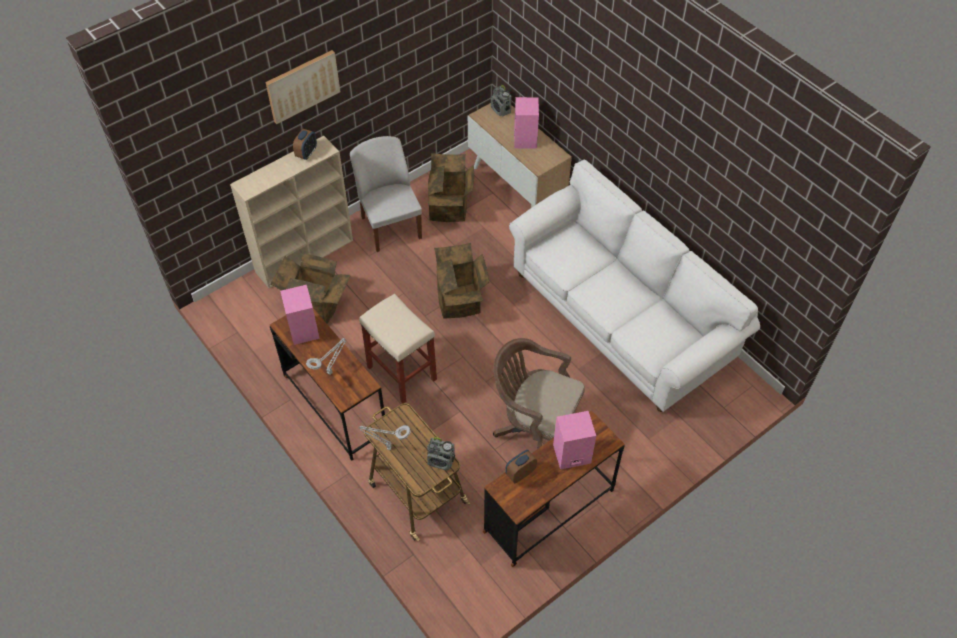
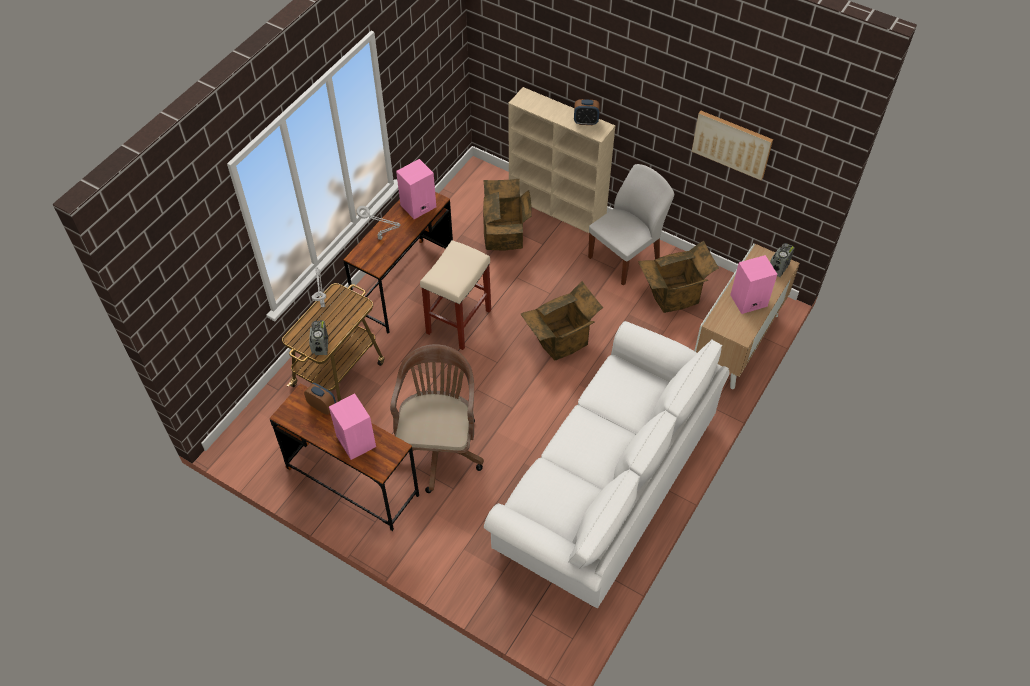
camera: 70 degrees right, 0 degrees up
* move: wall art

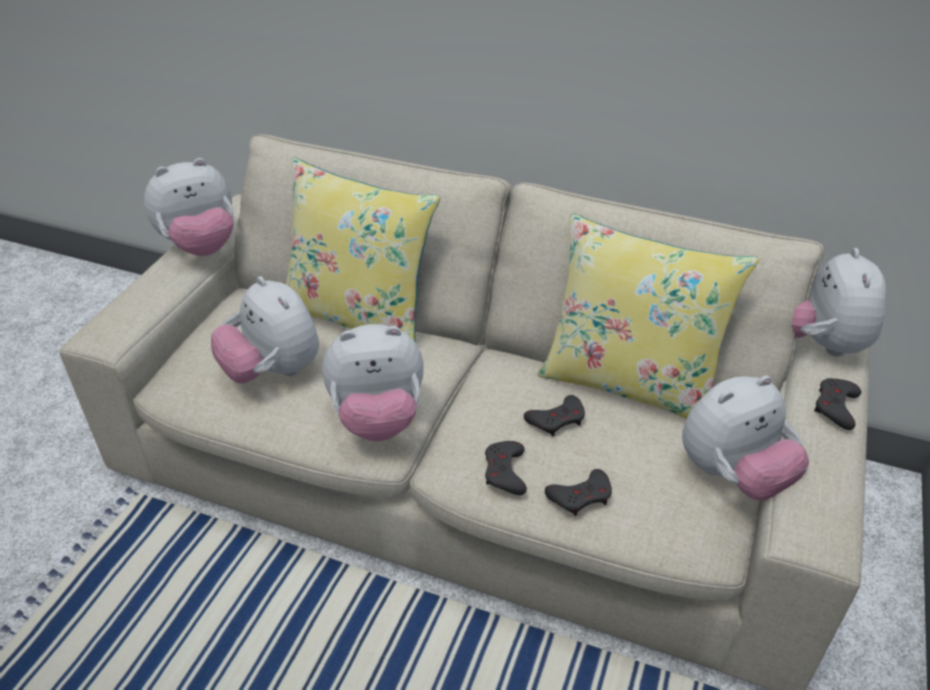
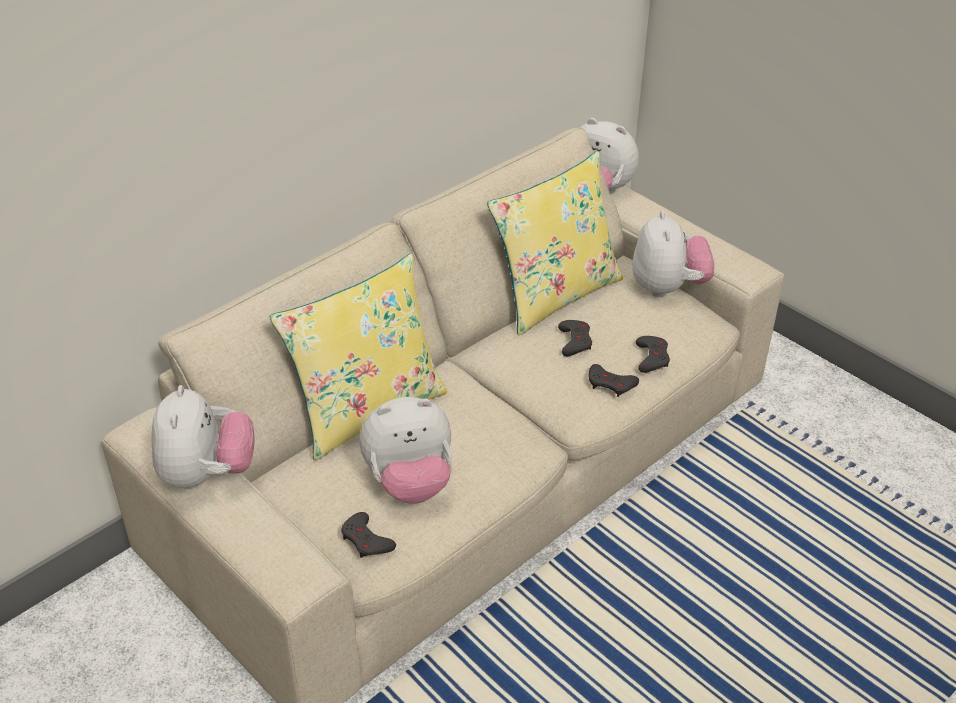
camera: 65 degrees left, 0 degrees up
* delete: plush toy (3rd from left)
* move: greyish joypad (4th from left in the first image) to greyish joypad (1st from left)

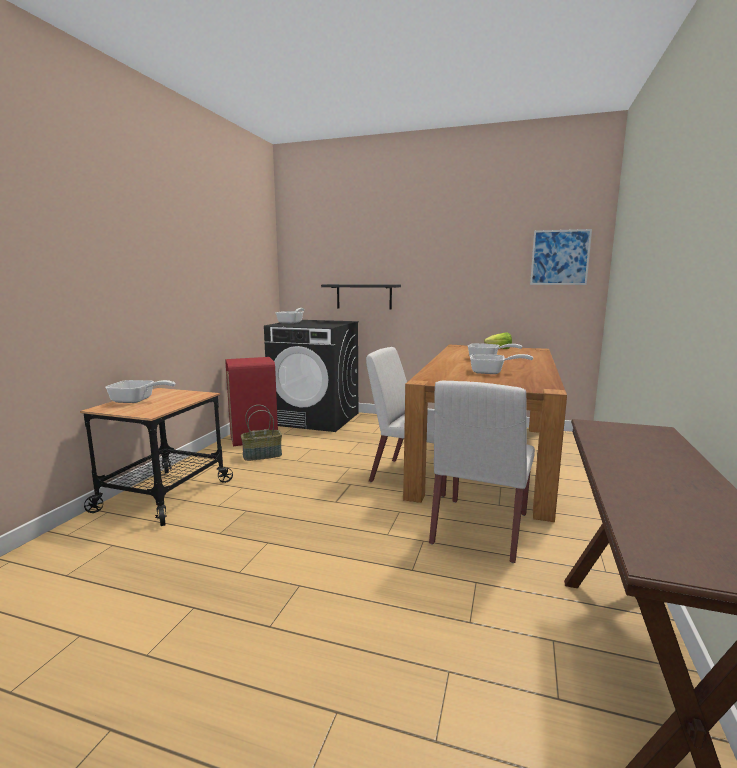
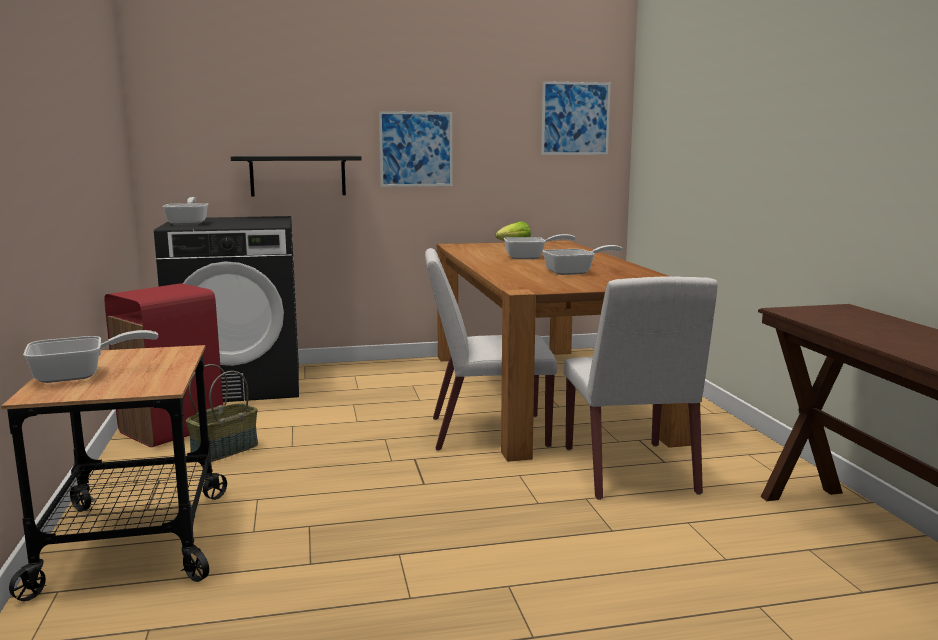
camera: 30 degrees left, 0 degrees up
* insert: wall art (1st from left)

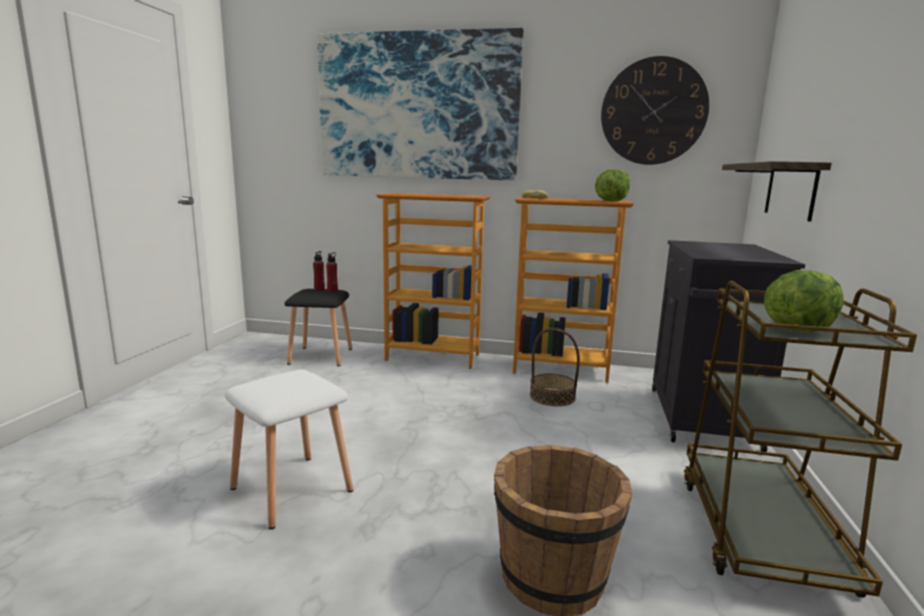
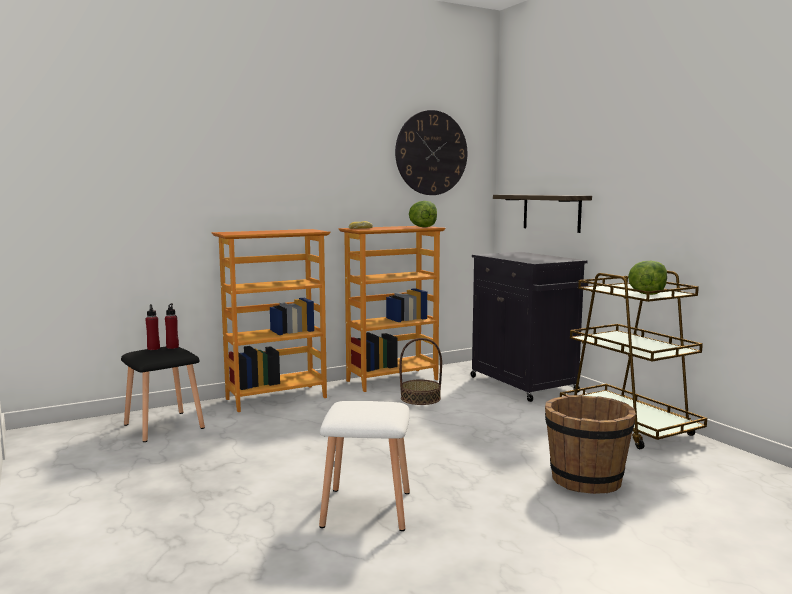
camera: 40 degrees left, 5 degrees down
* delete: wall art

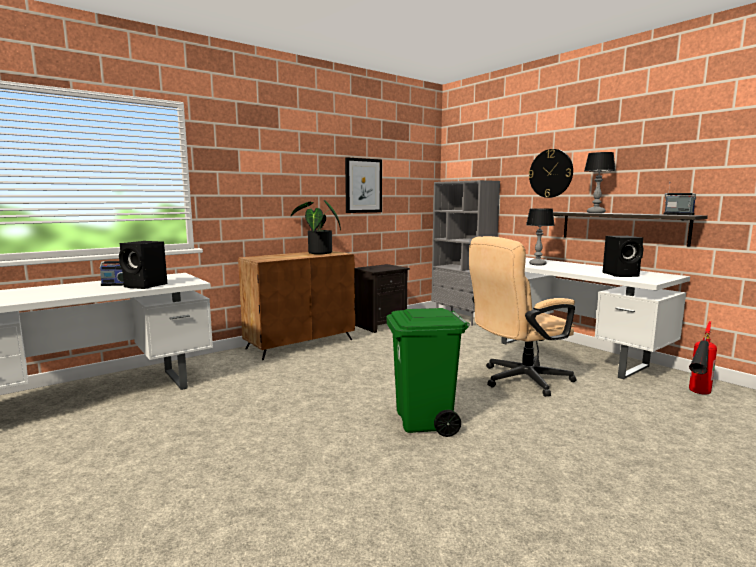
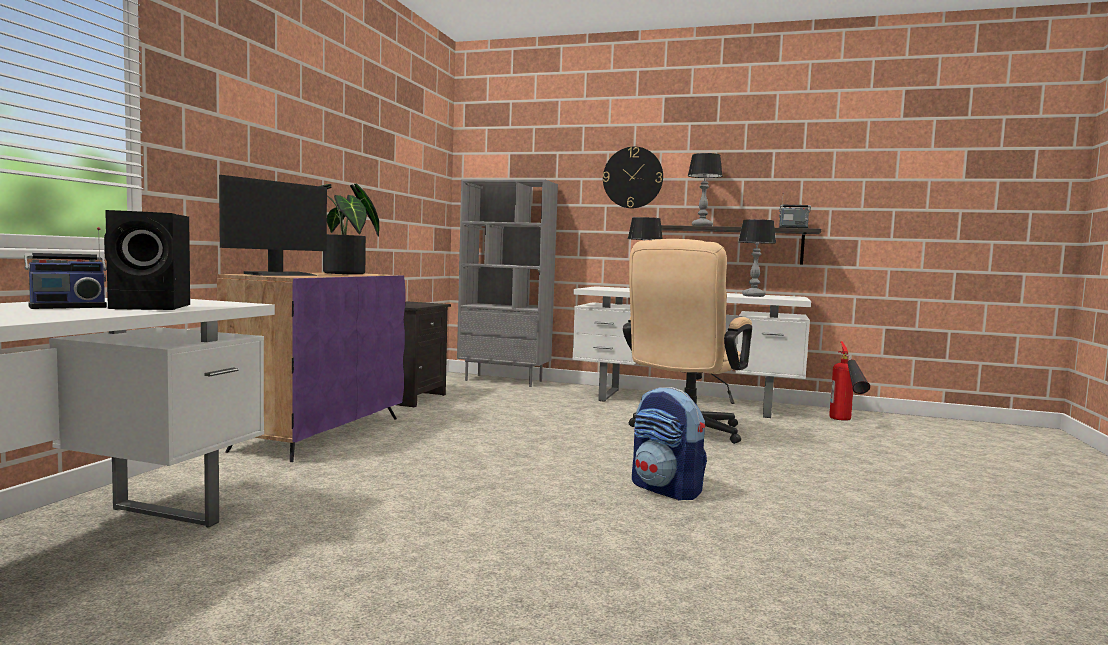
camera: 35 degrees left, 5 degrees down
* delete: wall art
* insert: computer display
* replace: greenish rubbish bin to rucksack
* replace: black-coloured speaker (2nd from left) to lamp for a table (3rd from left)
* recolor: brownish cupboard to purplish cupboard

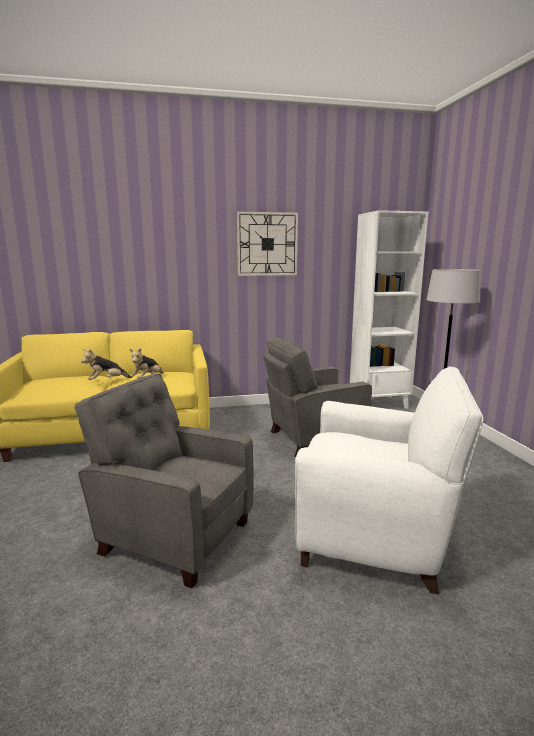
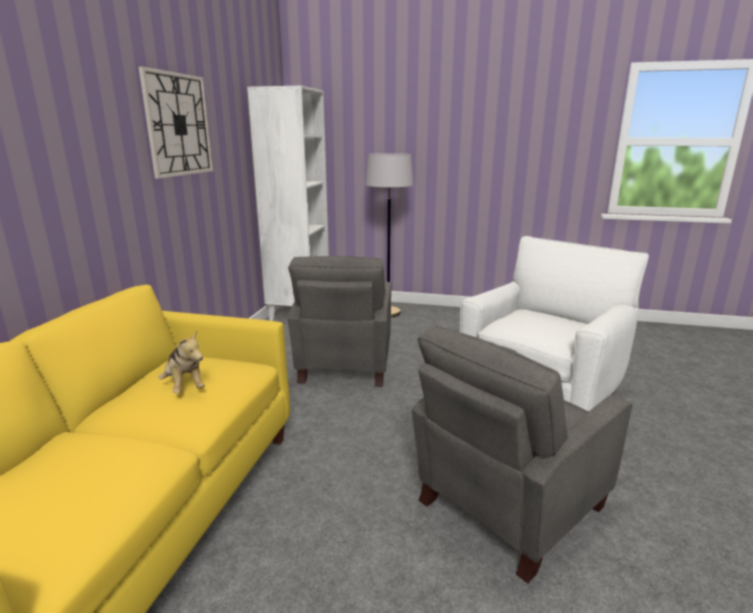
camera: 65 degrees left, 5 degrees up
* delete: plush toy (1st from left)

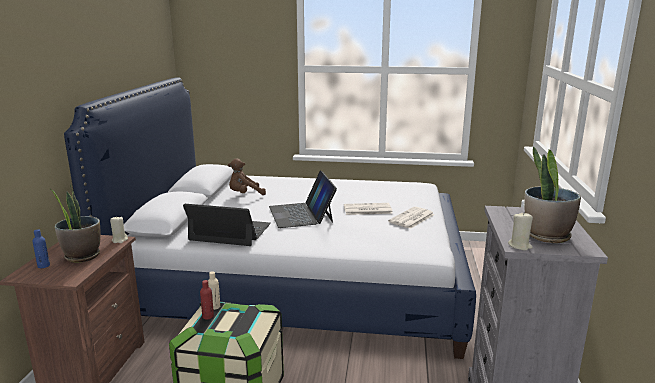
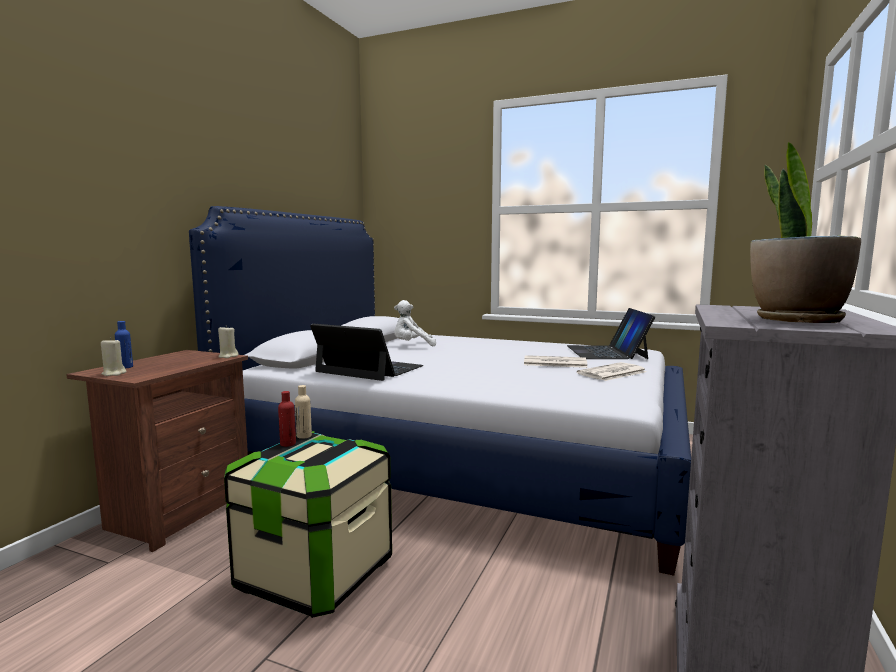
camera: 15 degrees right, 10 degrees down
* delete: houseplant (1st from left)
* move: notebook computer (2nd from left)
* move: sand-coloured candle (2nd from left in the first image) to sand-coloured candle (1st from left)
* recolor: brownish plush toy to white plush toy

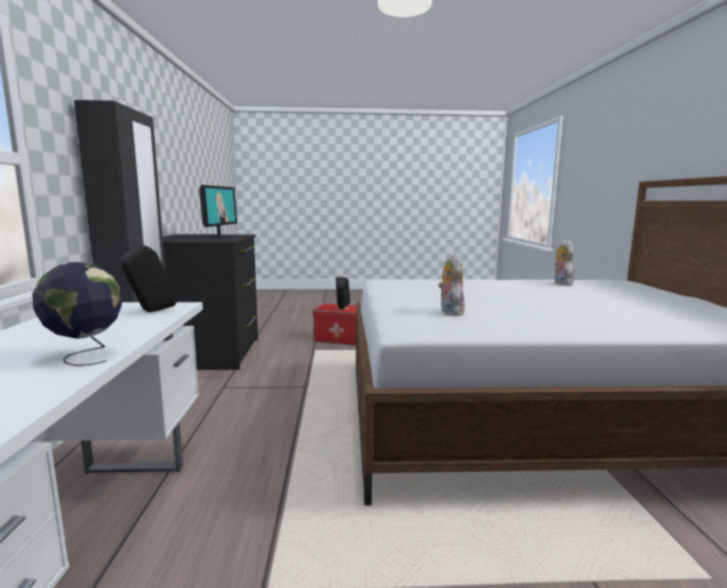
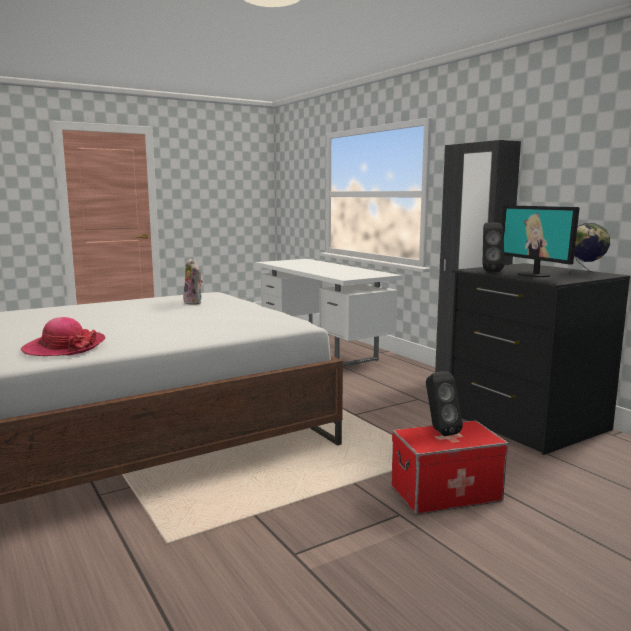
camera: 150 degrees right, 0 degrees up
* move: desk globe
* move: black-coloured speaker (1st from left in the first image) to black-coloured speaker (2nd from left)
* replace: plush toy (2nd from left) to wearable hat

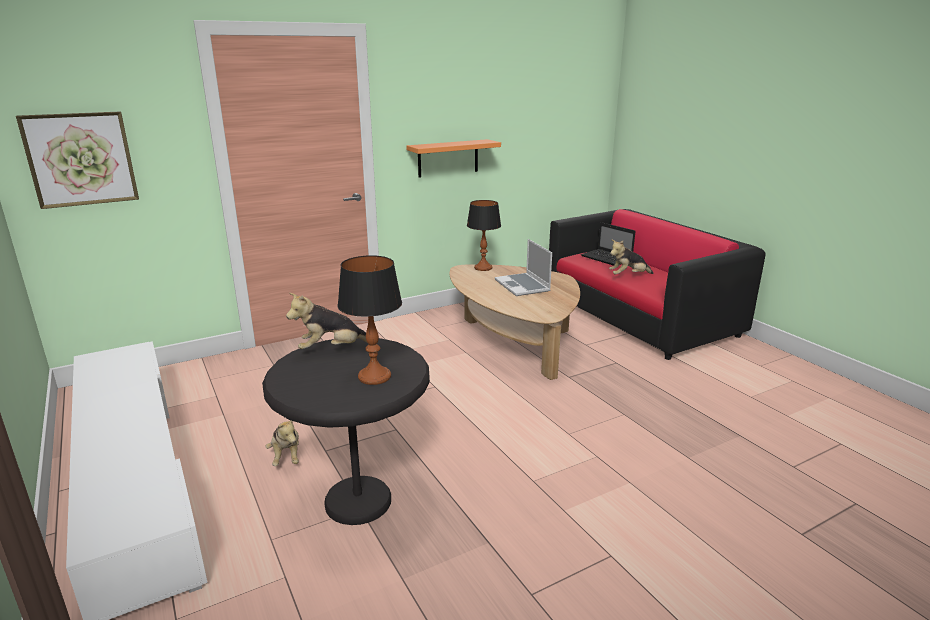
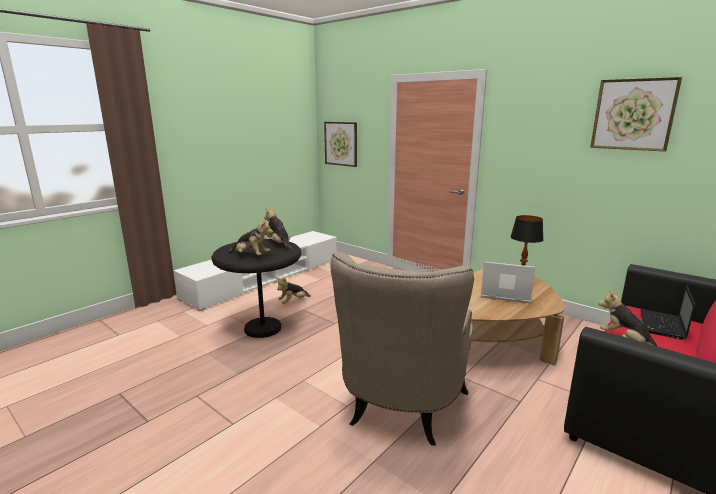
camera: 70 degrees right, 5 degrees down
* delete: orange-coloured shelf
* insert: sand-coloured easy chair
* insert: wall art (2nd from left)
* replace: lamp for a table (1st from left) to plush toy (1st from left)
* rotate: notebook computer (1st from left) 60 degrees clockwise

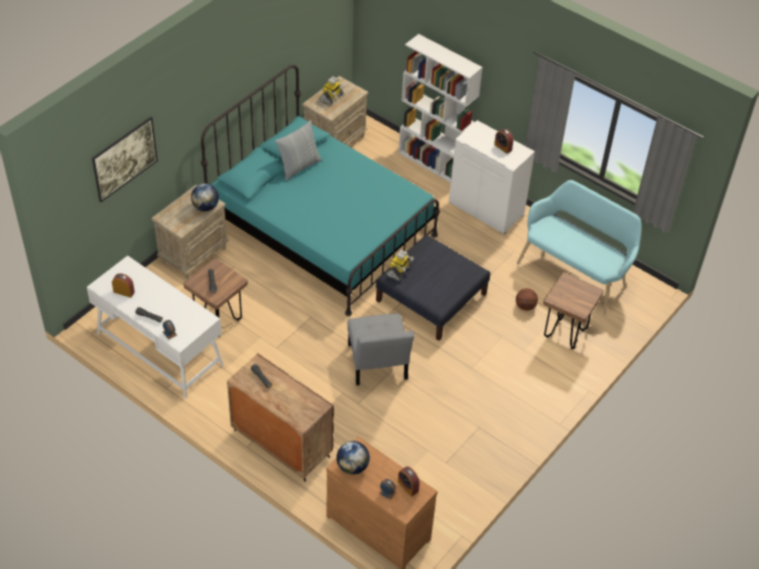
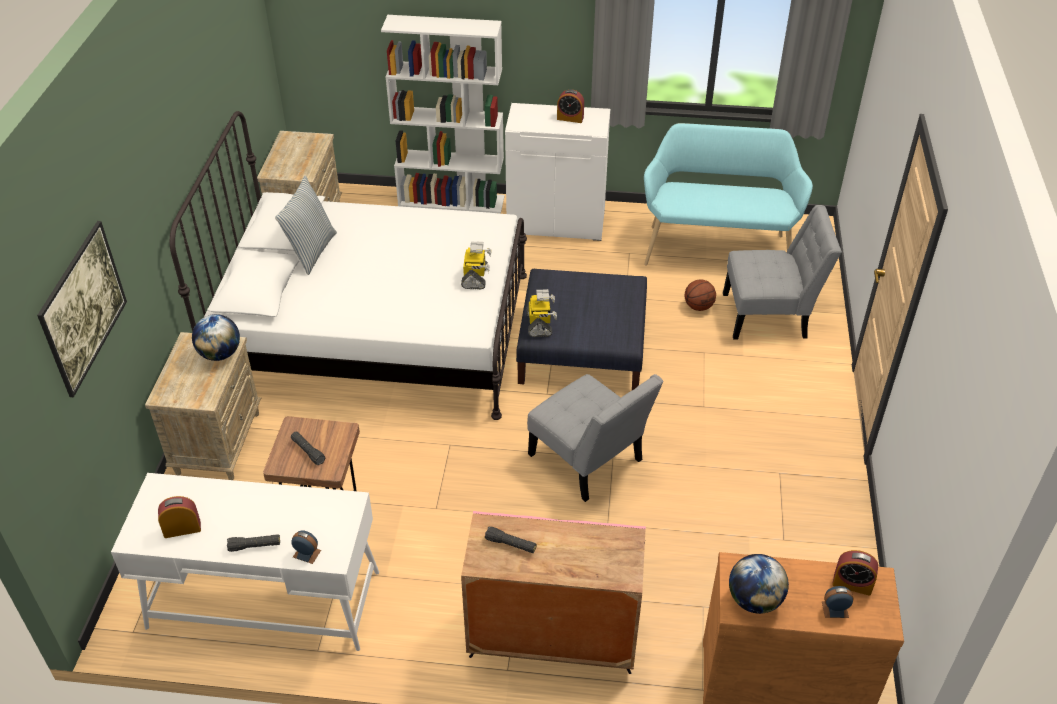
camera: 30 degrees left, 5 degrees down
* move: toy robot (1st from left)
* replace: brownish stool (2nd from left) to greyish plain chair (2nd from left)
* recolor: turquoise bed to white bed
* recolor: brownish cupboard to pink cupboard

